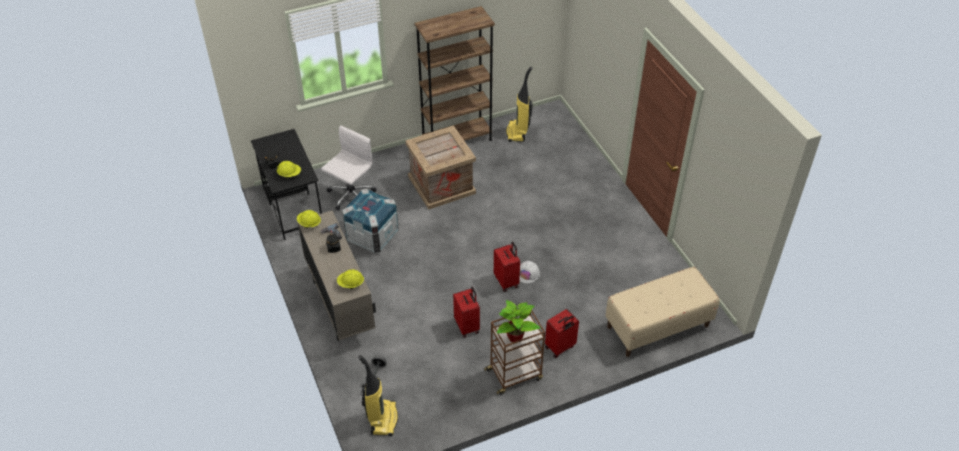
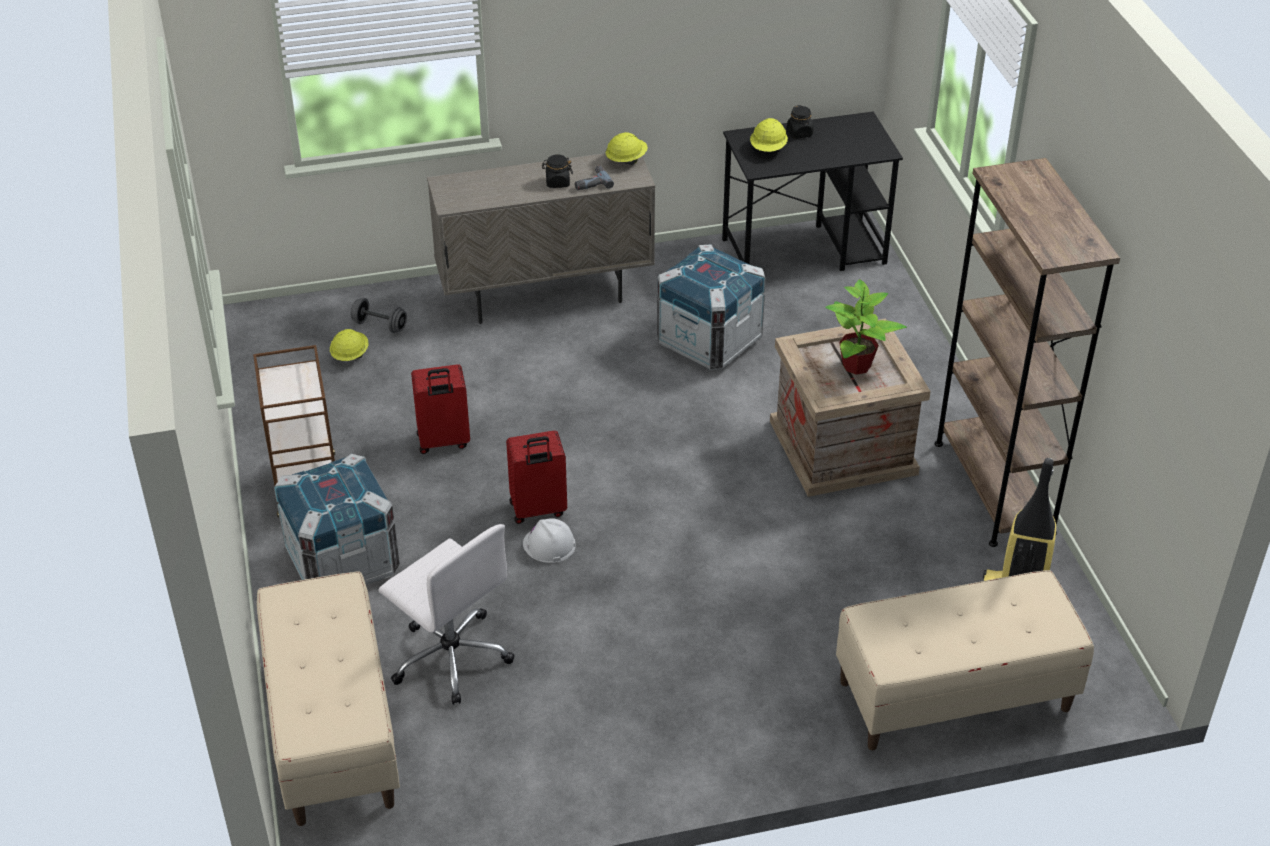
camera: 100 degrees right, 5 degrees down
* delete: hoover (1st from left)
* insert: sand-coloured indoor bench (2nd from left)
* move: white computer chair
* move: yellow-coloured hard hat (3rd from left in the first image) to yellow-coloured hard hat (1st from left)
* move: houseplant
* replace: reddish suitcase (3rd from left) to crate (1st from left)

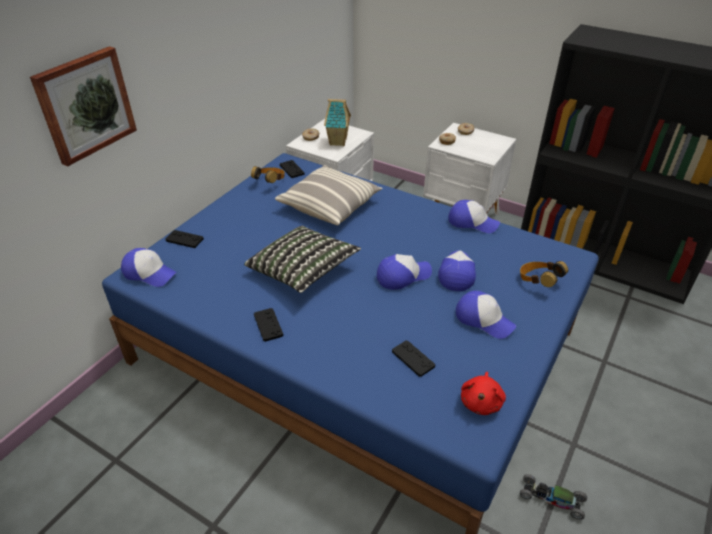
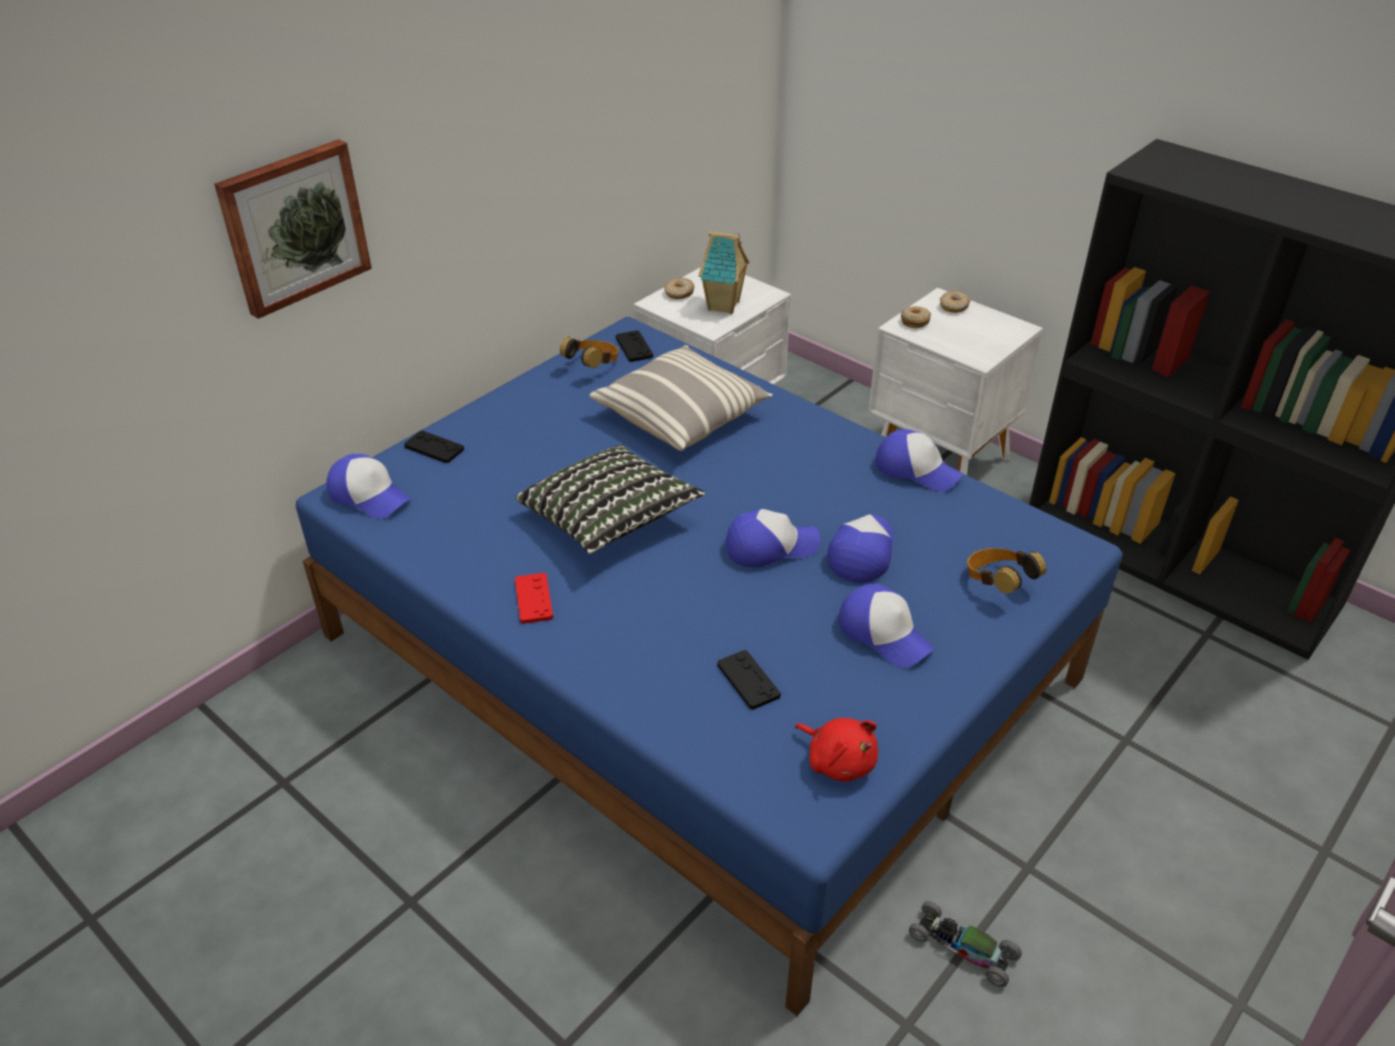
camera: 10 degrees right, 0 degrees up
* recolor: black-coloured joypad (2nd from left) to reddish joypad
* rotate: reddish plush toy 75 degrees counterclockwise

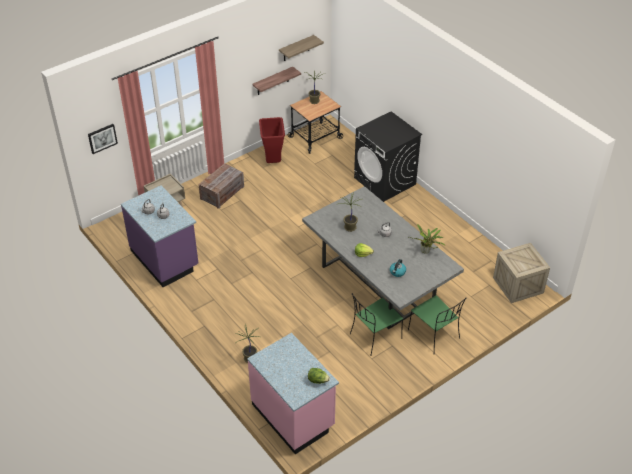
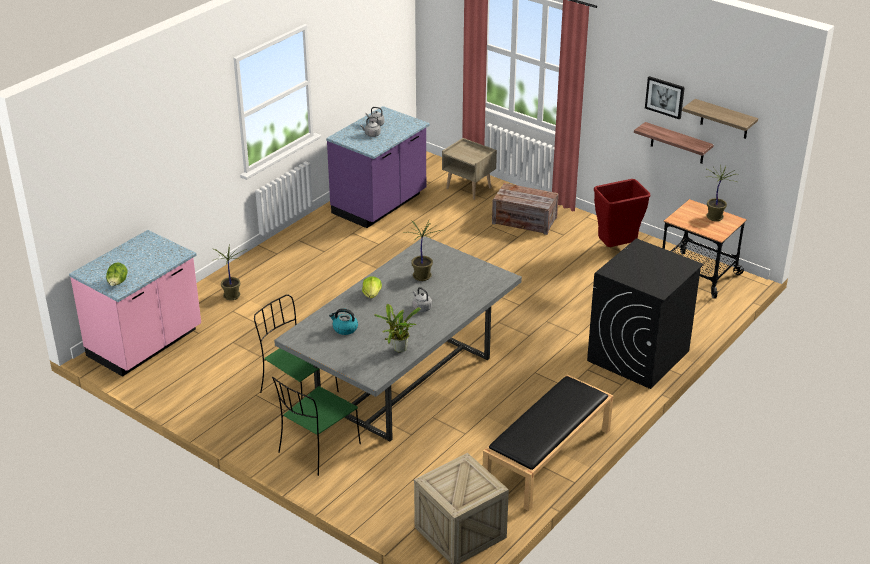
camera: 75 degrees right, 10 degrees down
* insert: black-coloured indoor bench
* move: wall art

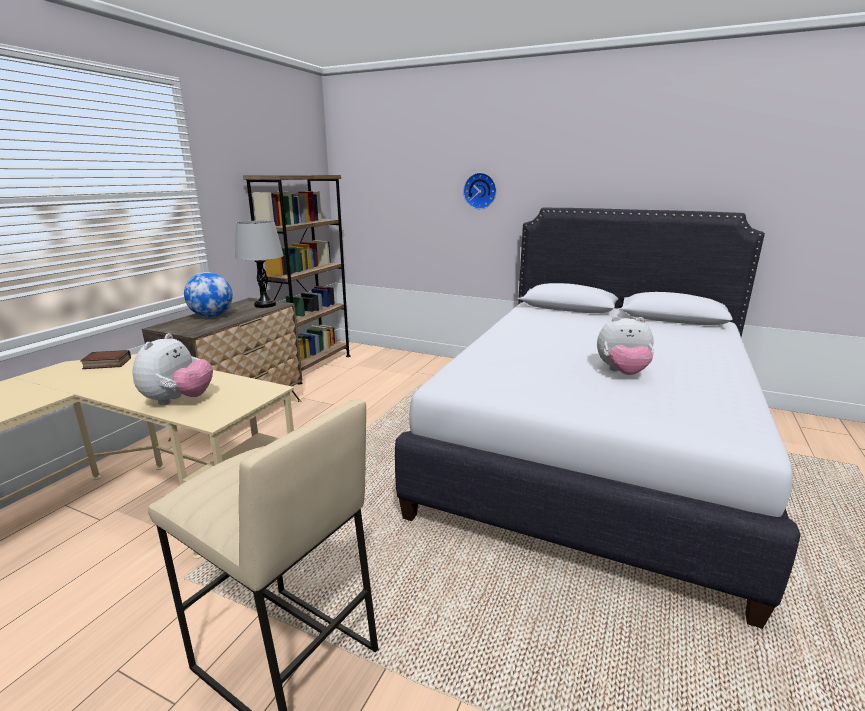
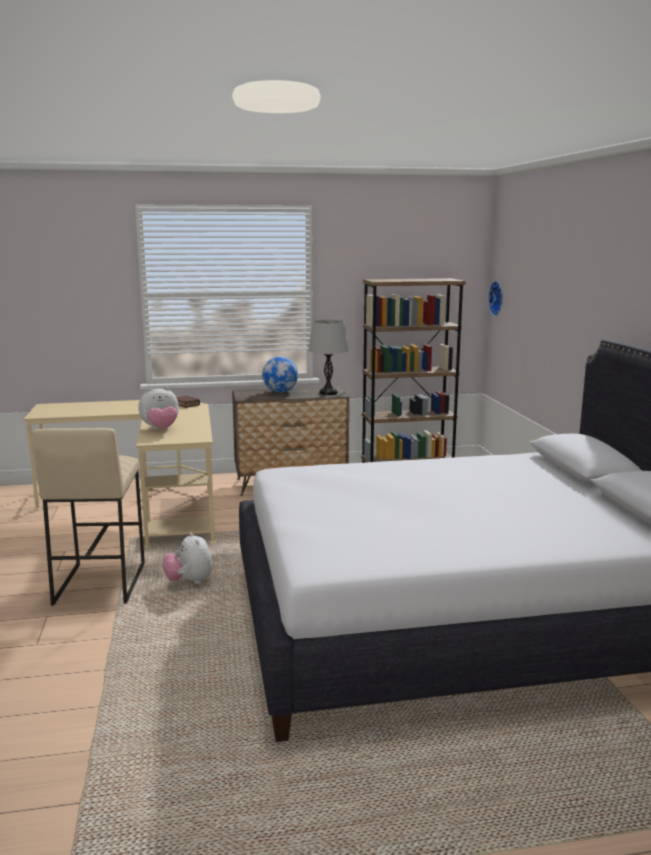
camera: 55 degrees right, 5 degrees down
* move: clock on the wall
* move: plush toy (2nd from left)

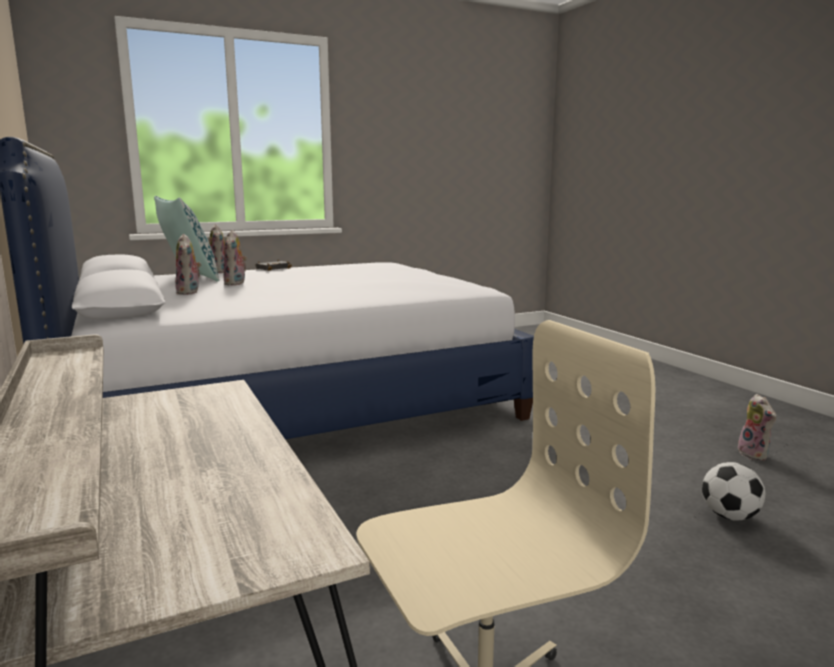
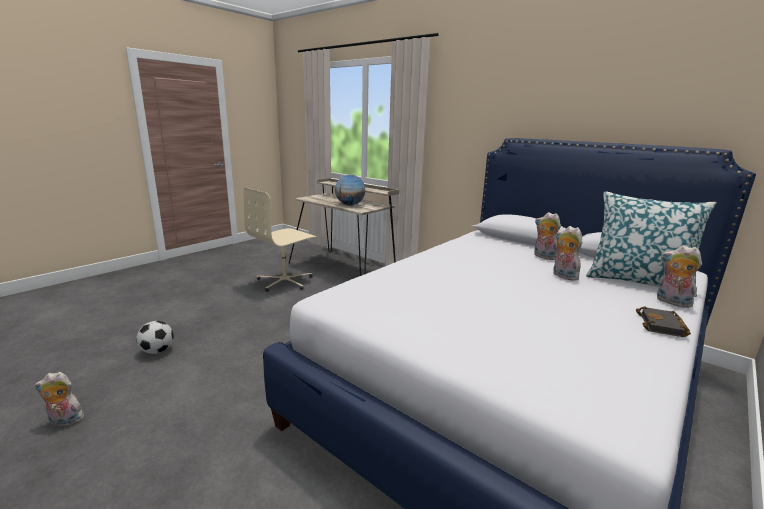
camera: 155 degrees right, 5 degrees up
* insert: desk globe
* rotate: plush toy (4th from left in the first image) 60 degrees counterclockwise

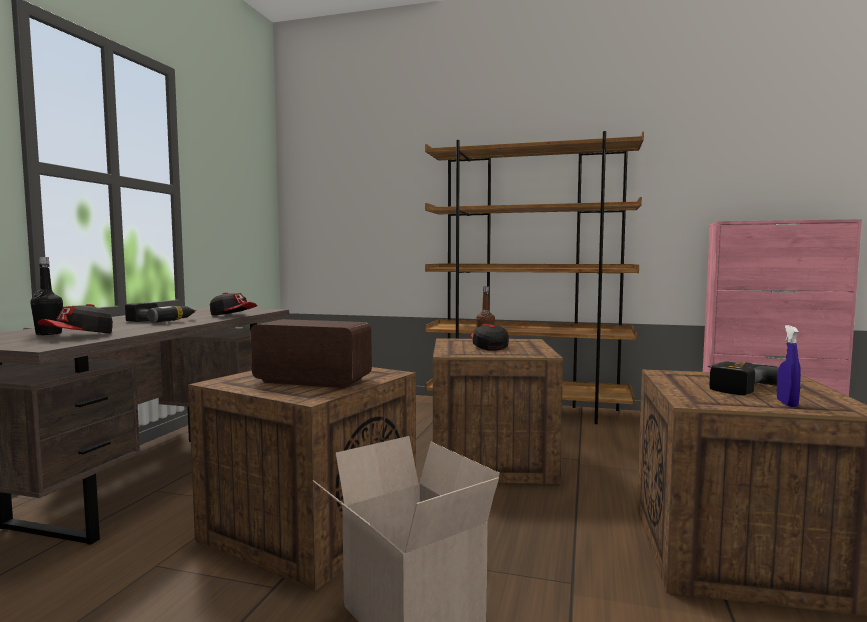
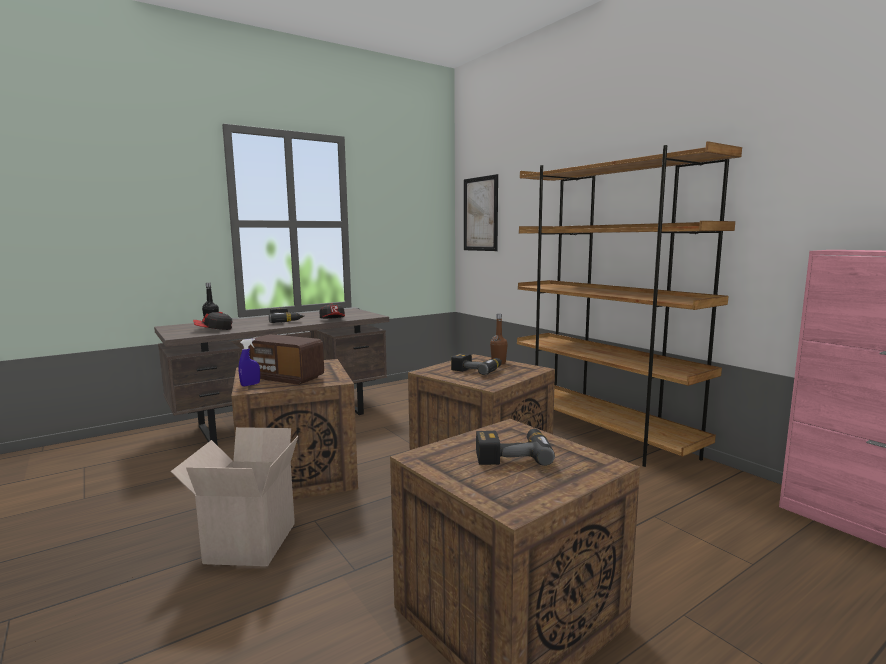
camera: 40 degrees right, 5 degrees up
* insert: wall art
* move: blue-coloured hand sprayer
* replace: cap (3rd from left) to electric drill (2nd from left)
* rotate: radio receiver 150 degrees clockwise

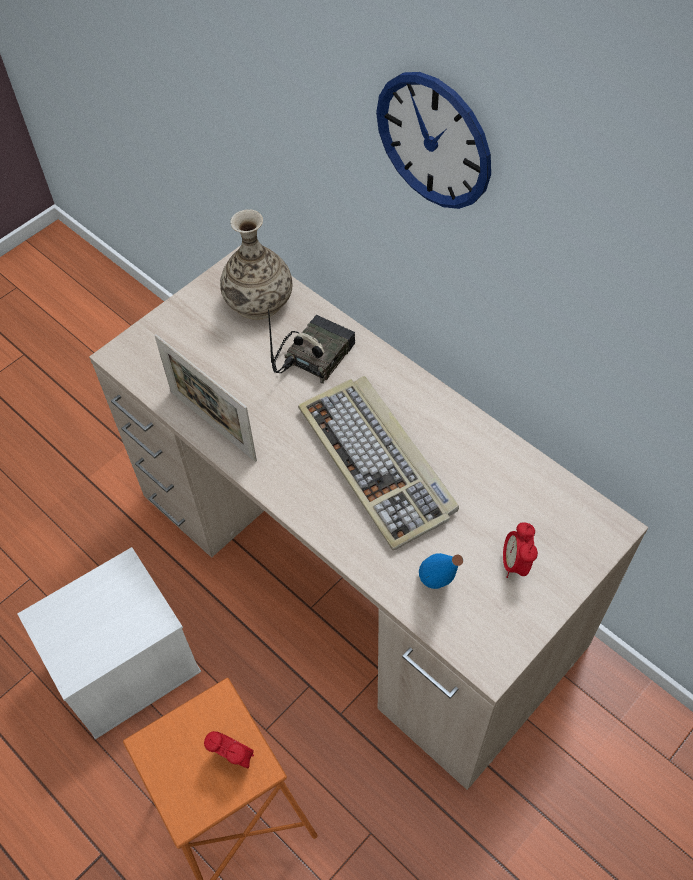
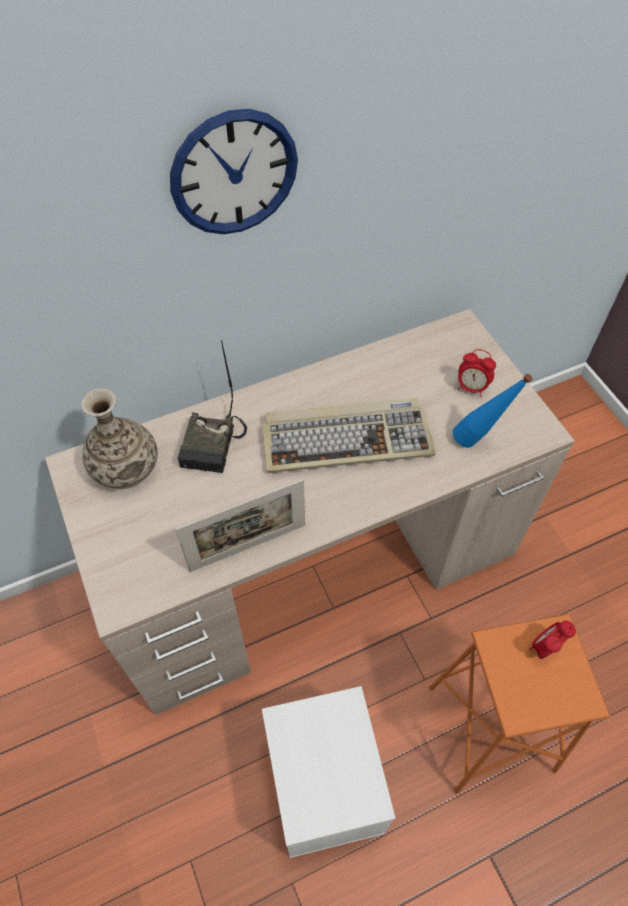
camera: 70 degrees left, 0 degrees up
* rotate: radio receiver 135 degrees counterclockwise

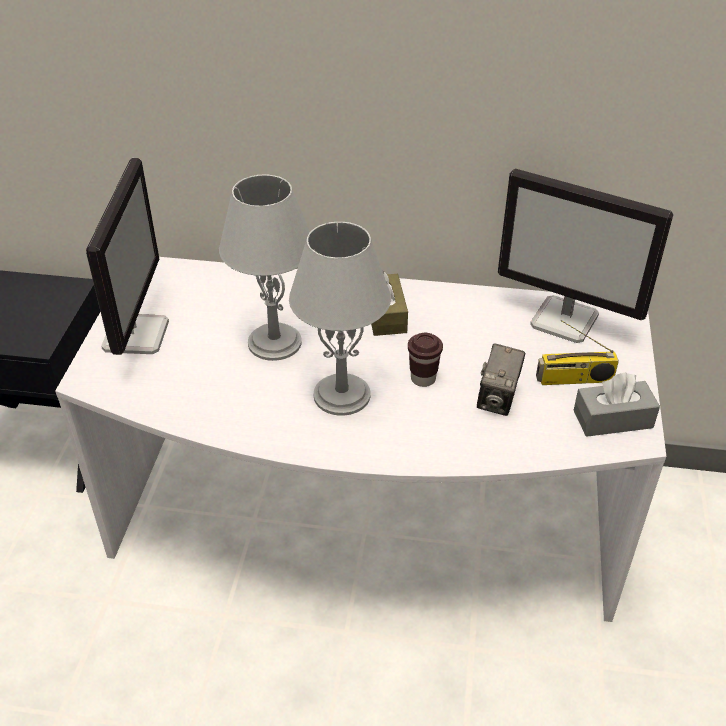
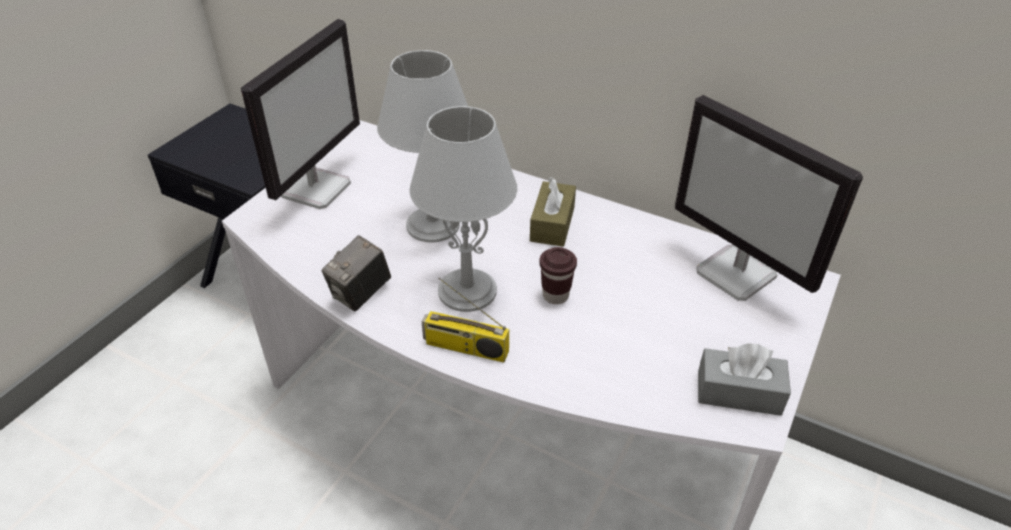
camera: 20 degrees right, 0 degrees up
* move: photo camera
* move: radio receiver

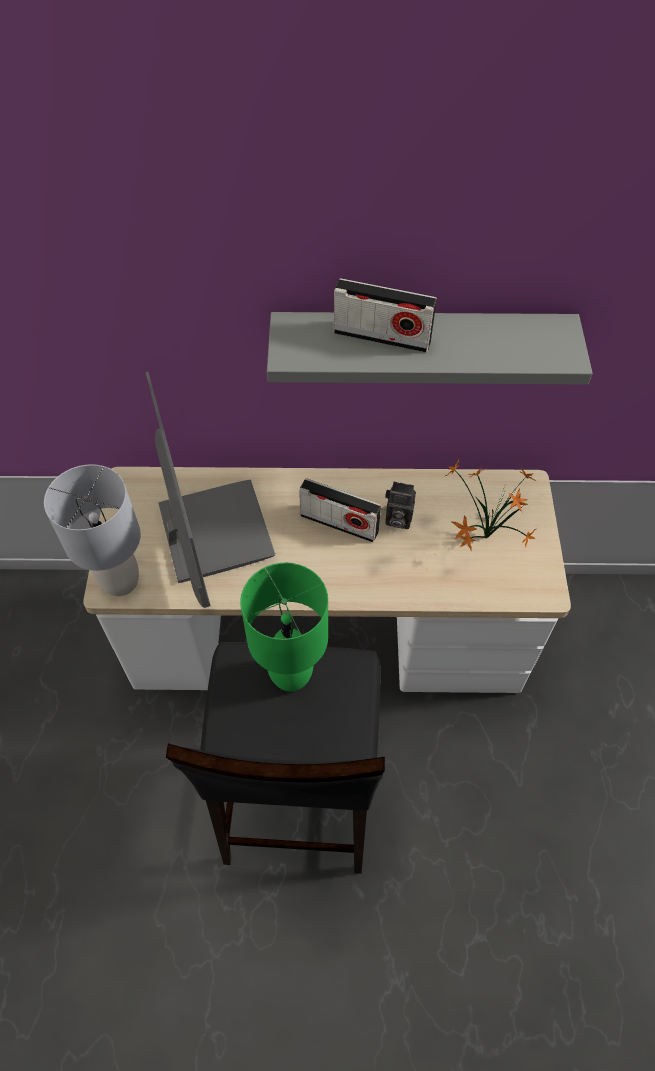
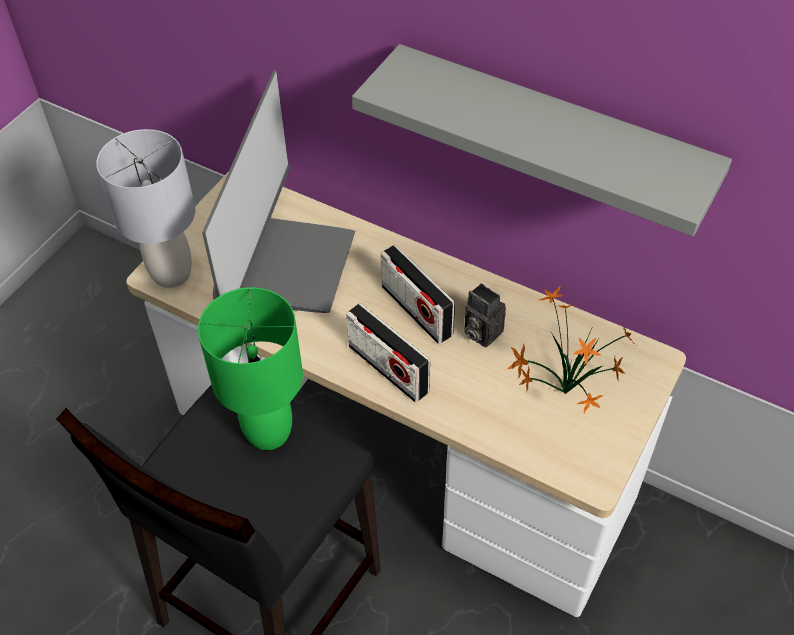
camera: 30 degrees right, 5 degrees down
* move: radio receiver (2nd from left in the first image) to radio receiver (1st from left)

